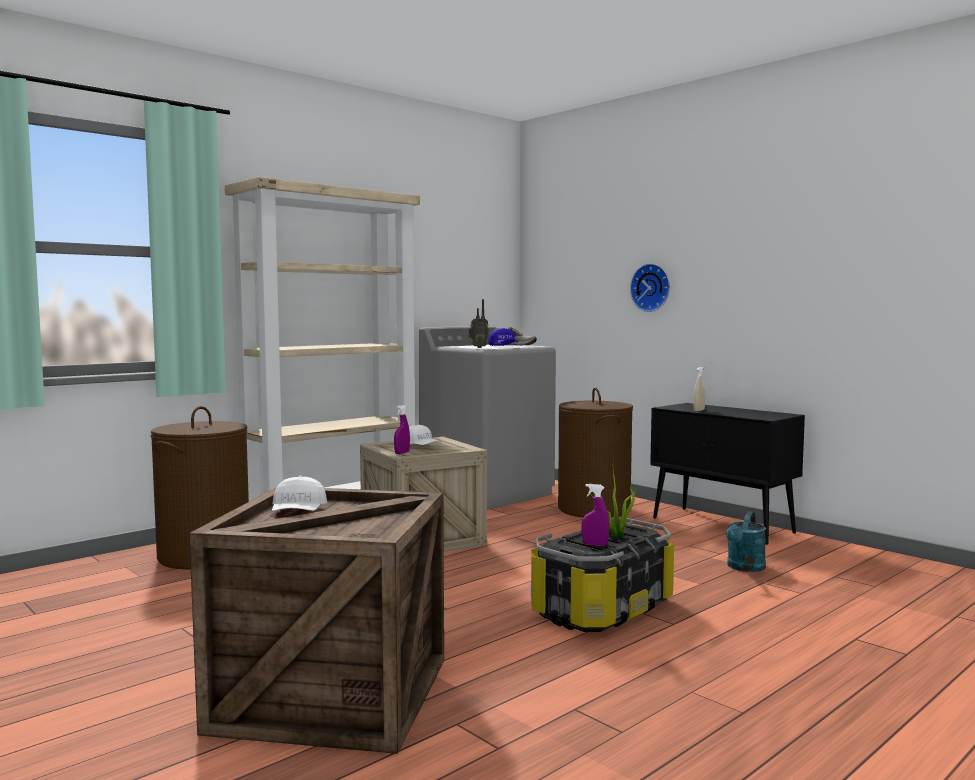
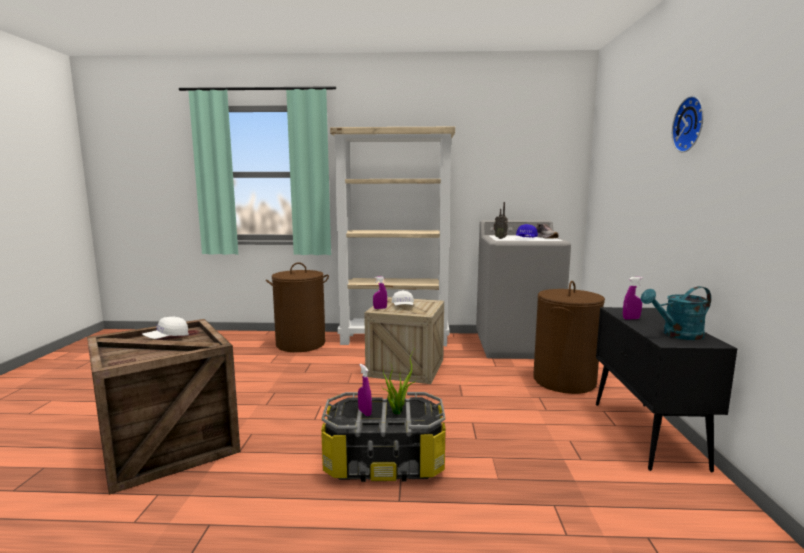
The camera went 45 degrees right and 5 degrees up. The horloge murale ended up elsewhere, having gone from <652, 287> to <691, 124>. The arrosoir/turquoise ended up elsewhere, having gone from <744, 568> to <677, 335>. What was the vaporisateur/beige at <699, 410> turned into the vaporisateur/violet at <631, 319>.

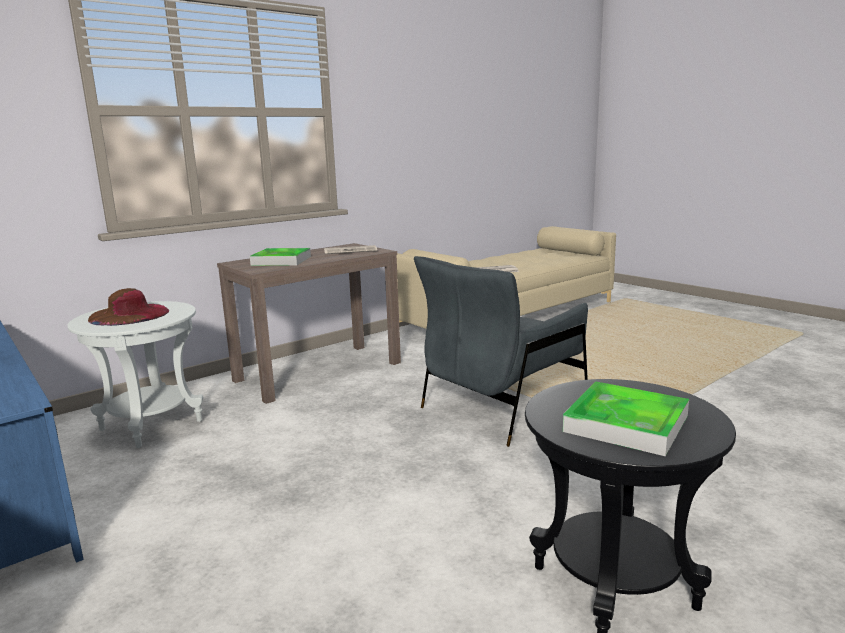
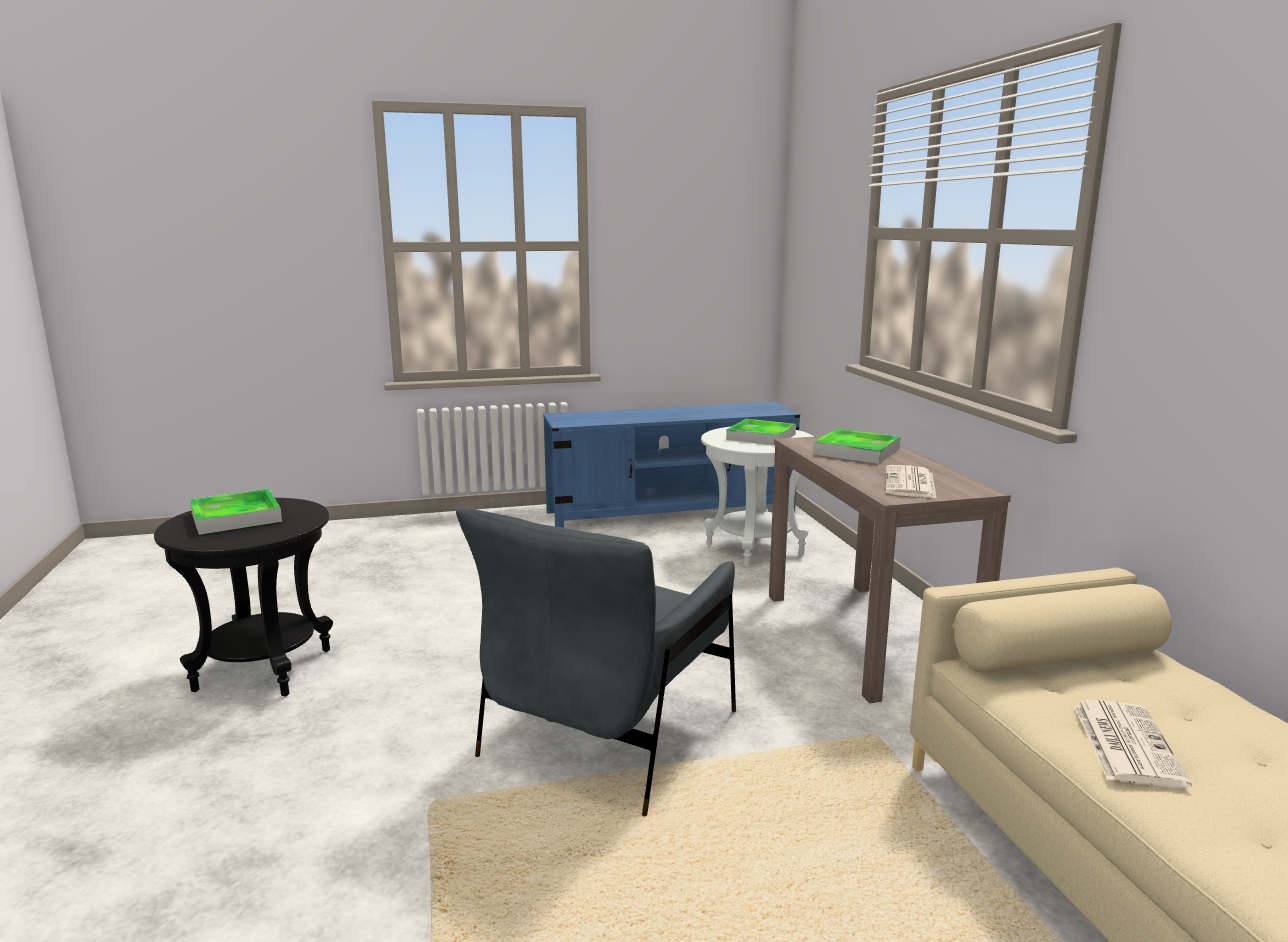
The camera went 115 degrees right and 0 degrees up. Where the chapeau/marron stood at <129, 315>, the plateau came to stand at <761, 436>. The fauteuil/gris at <502, 407> ended up facing another way, 135 degrees counterclockwise from before.

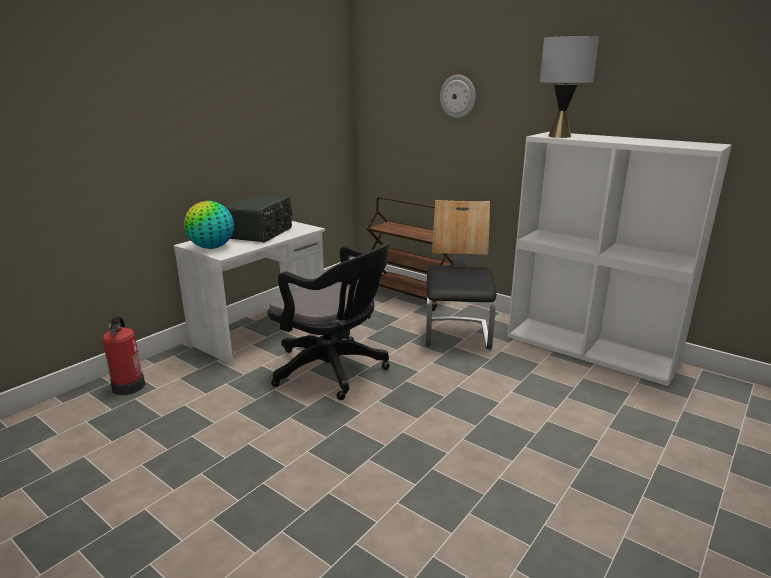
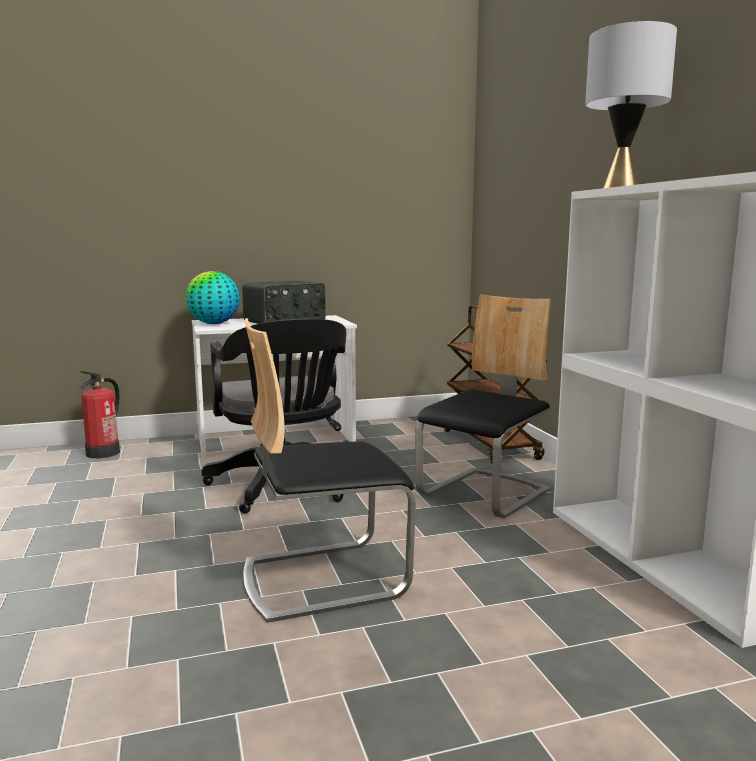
The camera went 35 degrees right and 10 degrees down. The second view lost the horloge murale at <458, 96>. The second view gained the chaise at <323, 577>.

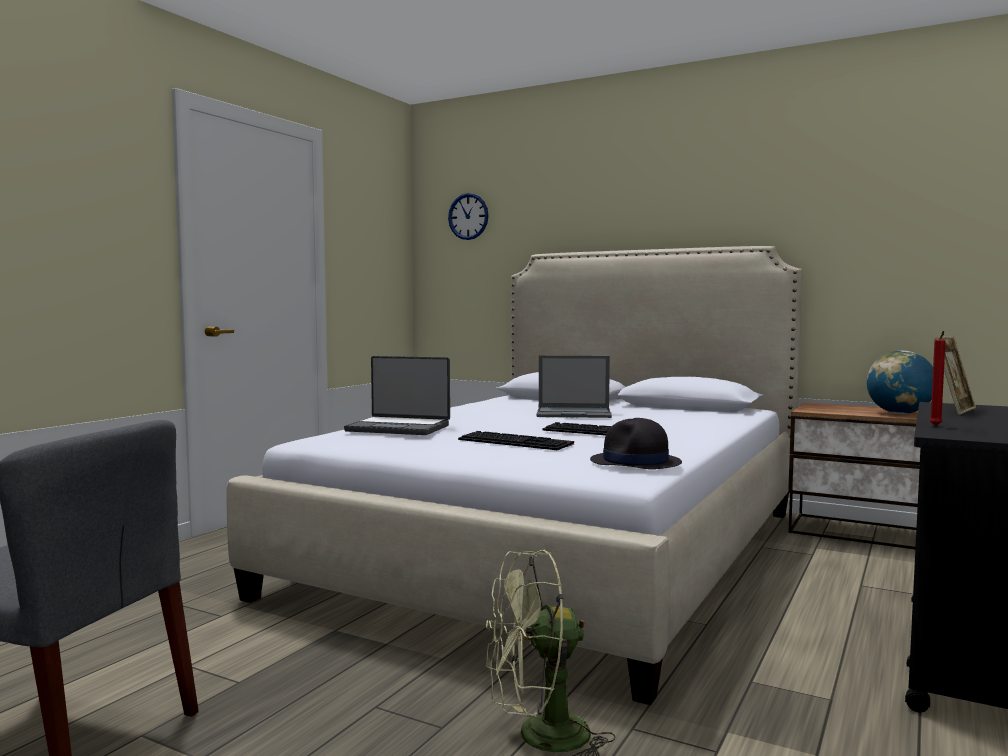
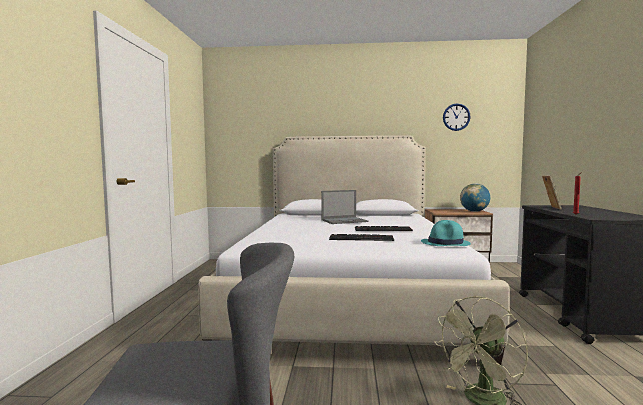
The camera went 25 degrees left and 0 degrees up. The second view lost the ordinateur portable at <399, 428>. The horloge murale ended up elsewhere, having gone from <468, 216> to <456, 117>. What was the chapeau/noir at <635, 463> turned into the chapeau/turquoise at <445, 243>.

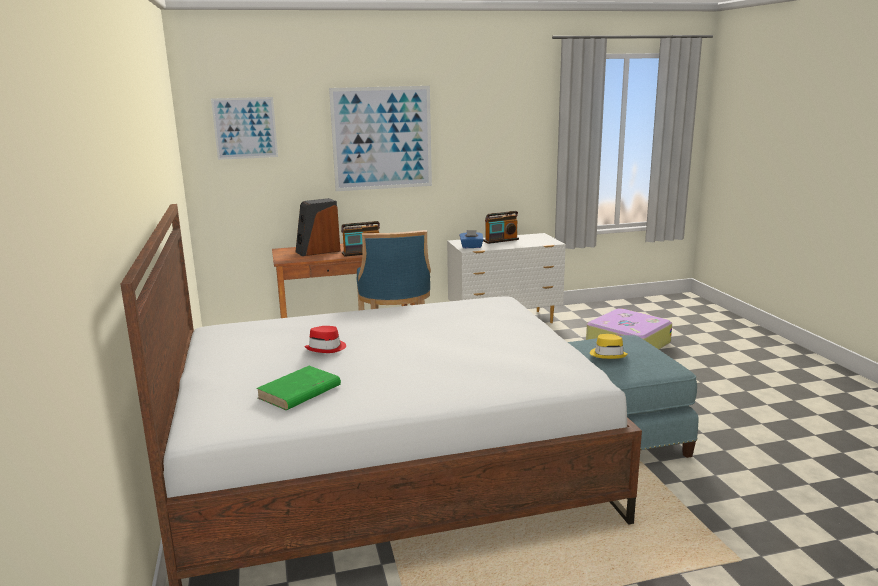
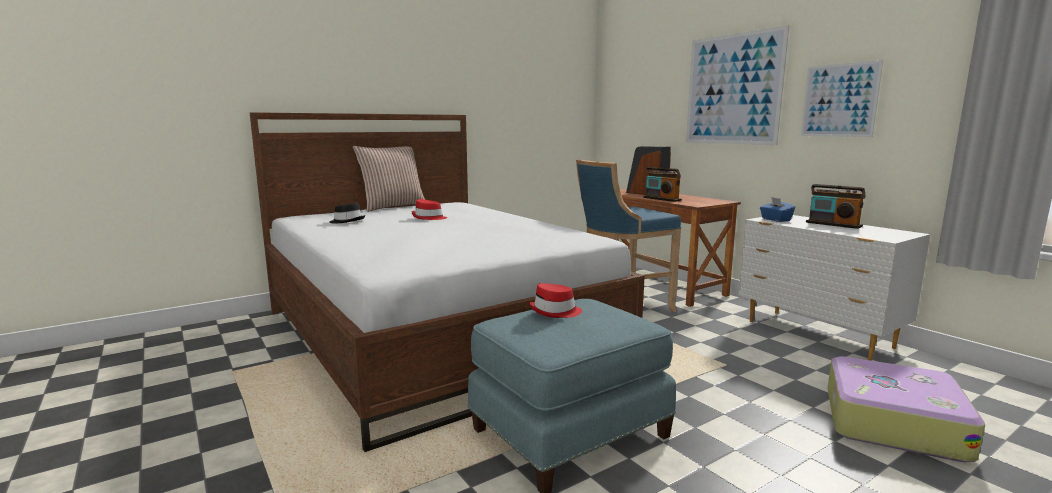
The camera went 70 degrees right and 5 degrees down. The second view gained the coussin at <392, 207>. The tableau ended up elsewhere, having gone from <245, 128> to <839, 100>. Where the livre/vert stood at <299, 392>, the chapeau/noir came to stand at <347, 221>. What was the chapeau/jaune at <608, 354> turned into the chapeau/rouge at <555, 311>.

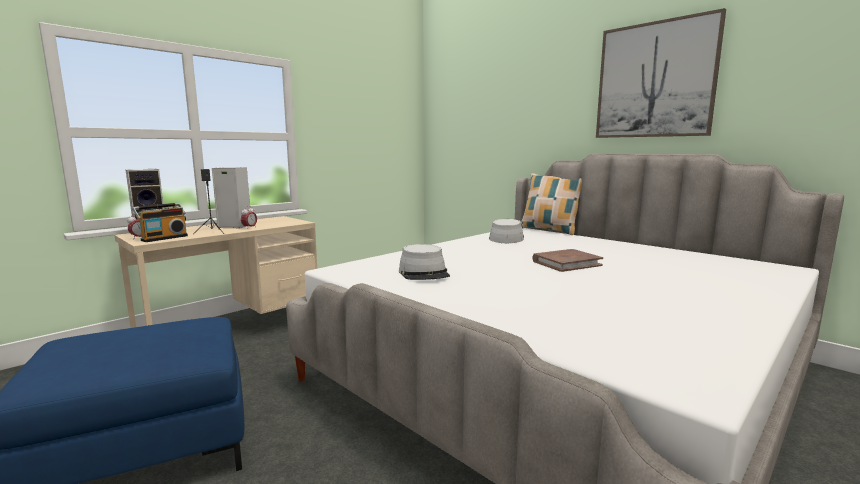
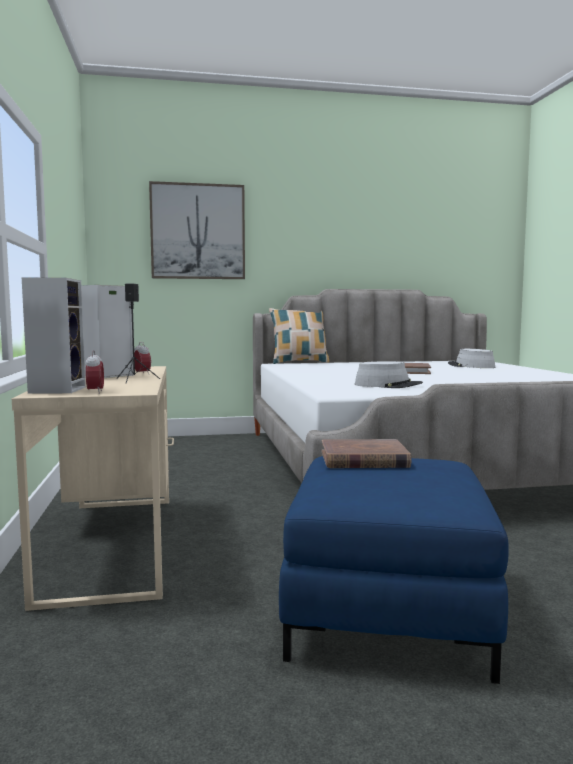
The camera went 55 degrees left and 5 degrees down. The second view lost the radio at <164, 238>. The second view gained the livre/marron at <364, 459>. The chapeau/gris ended up elsewhere, having gone from <506, 238> to <471, 366>. The tableau ended up elsewhere, having gone from <655, 80> to <198, 231>.

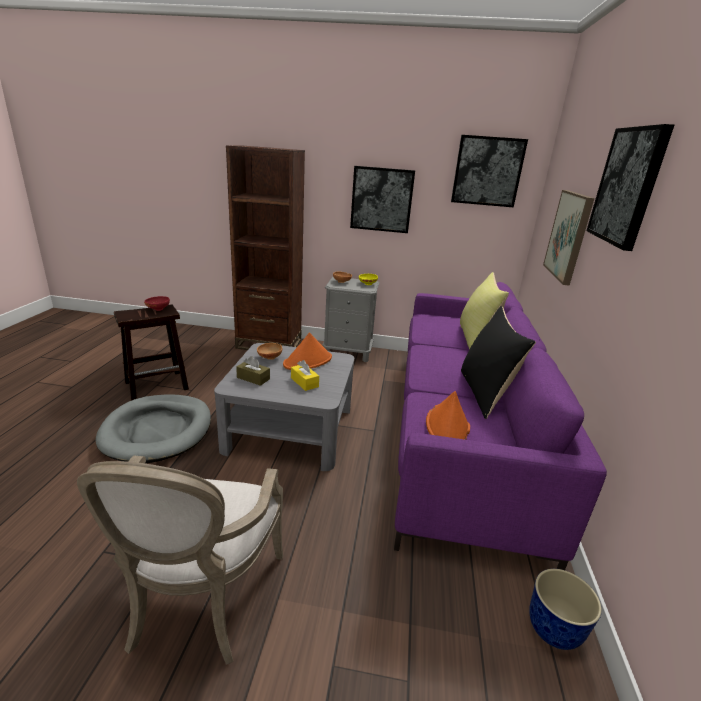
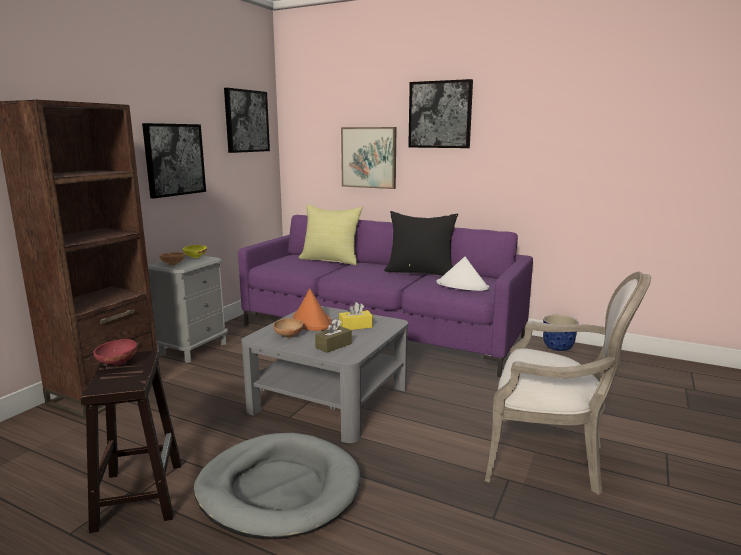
The camera went 70 degrees left and 10 degrees down. What was the chapeau/orange at <447, 426> turned into the chapeau/blanc at <462, 286>.

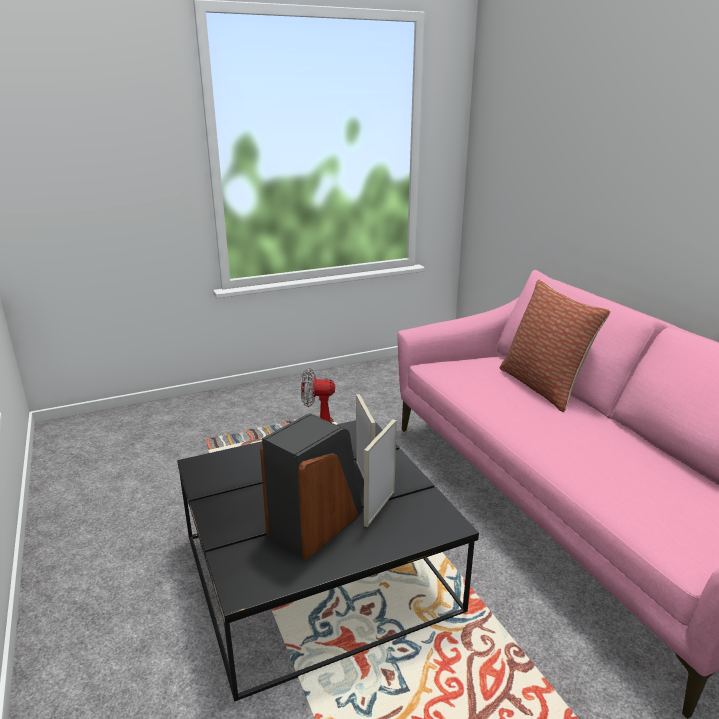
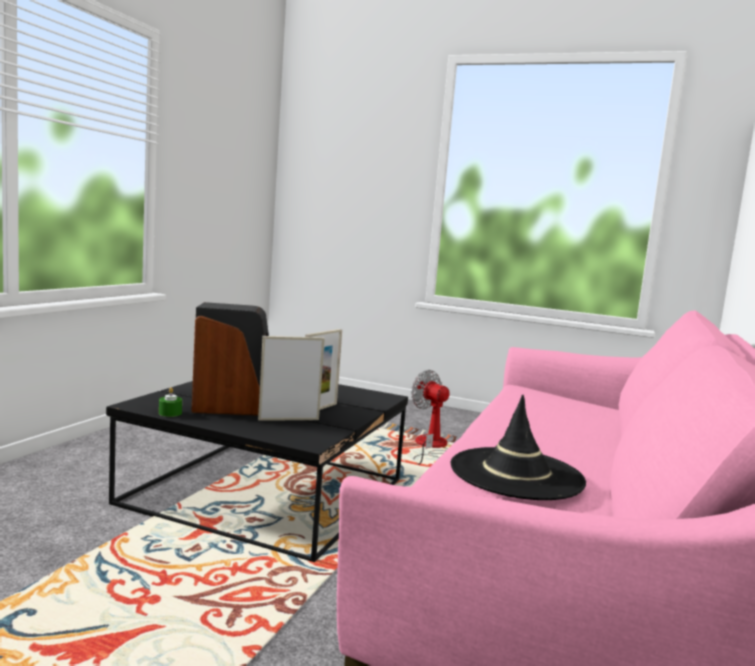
The camera went 45 degrees right and 15 degrees down. The second view lost the coussin at <543, 386>. The second view gained the bougie/vert at <170, 413>. The second view gained the chapeau/noir at <516, 474>.

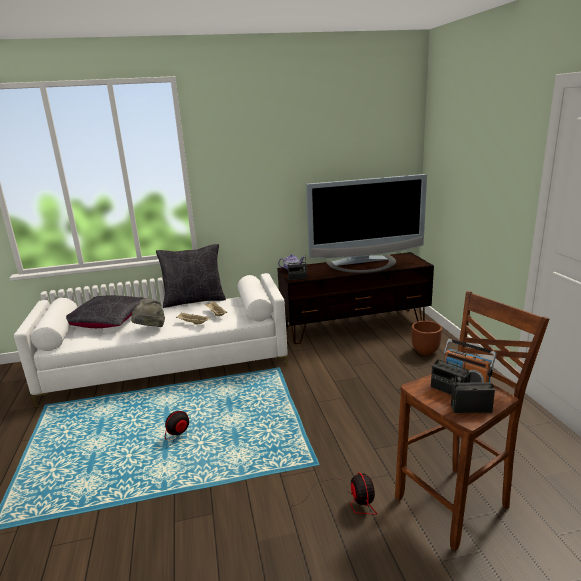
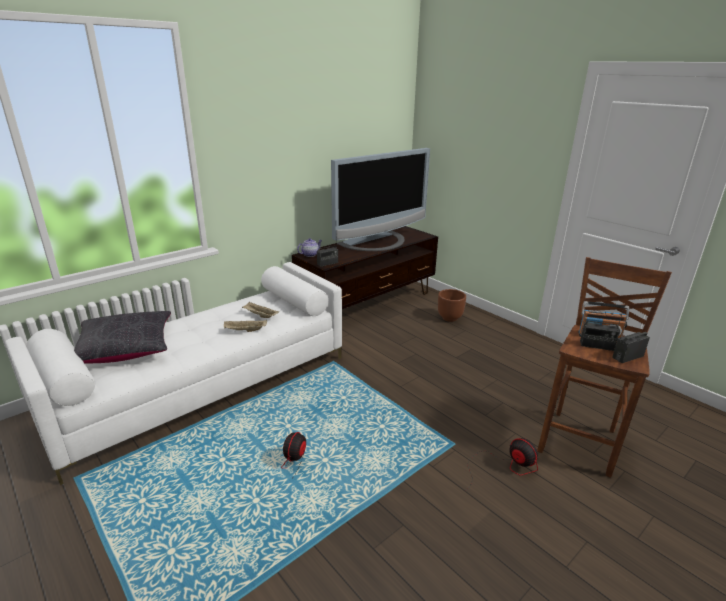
The camera went 30 degrees left and 5 degrees up. The second view lost the chapeau/gris at <150, 329>. The second view lost the coussin/noir at <194, 300>.

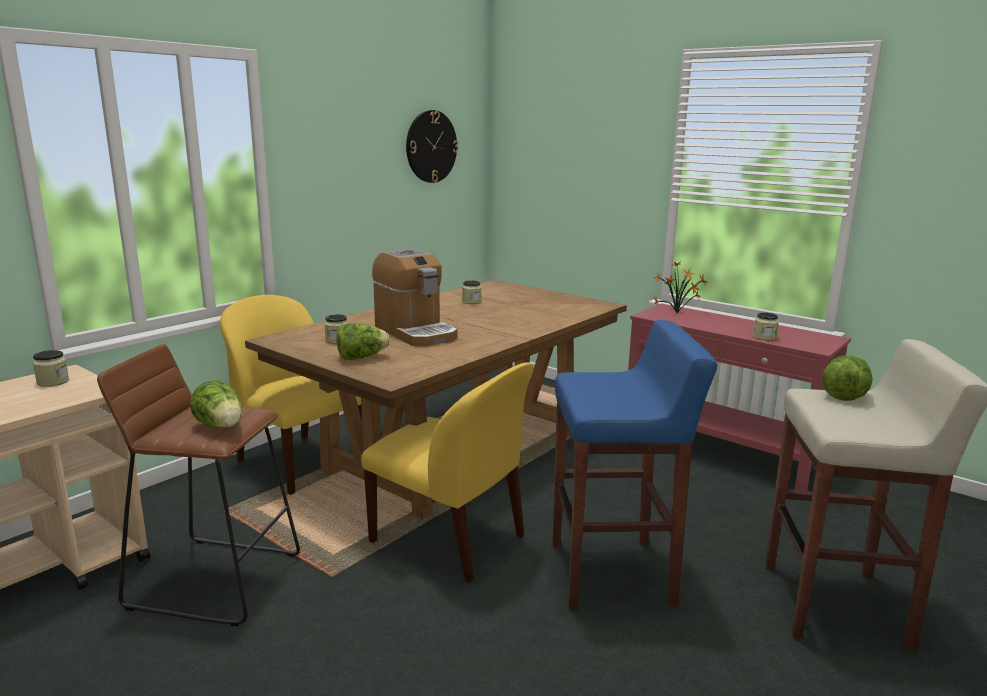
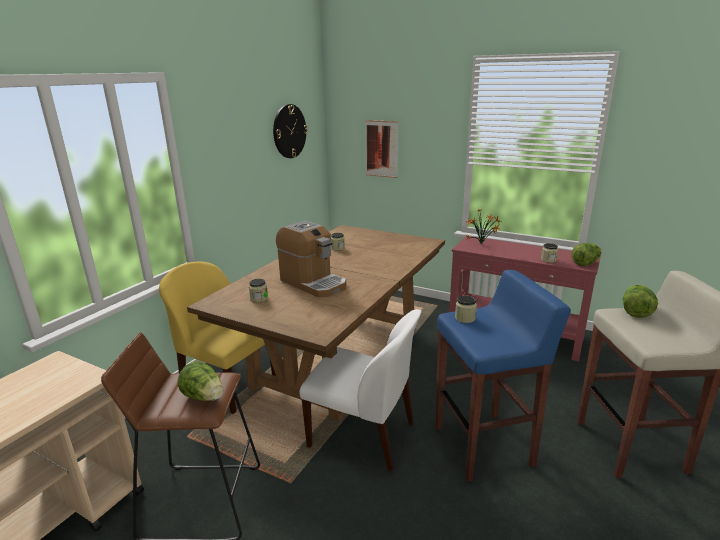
The camera went 10 degrees left and 5 degrees up. The second view gained the tableau at <381, 149>. The bocal ended up elsewhere, having gone from <53, 382> to <465, 318>. The laitue ended up elsewhere, having gone from <361, 358> to <585, 263>. What was the chaise/jaune at <450, 540> turned into the chaise/blanc at <364, 435>.

